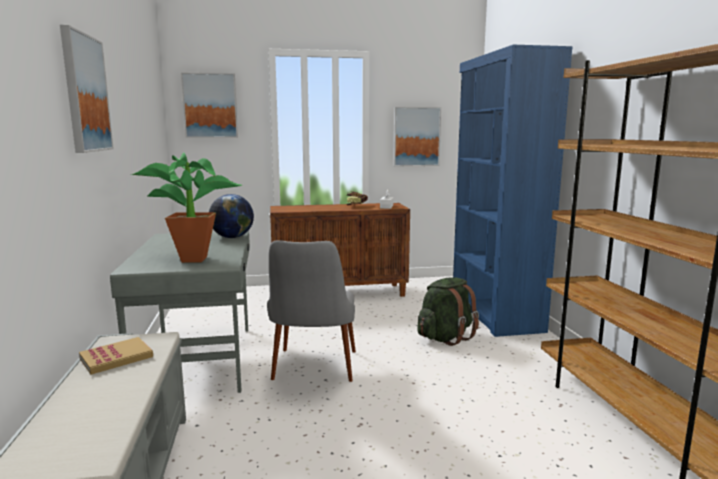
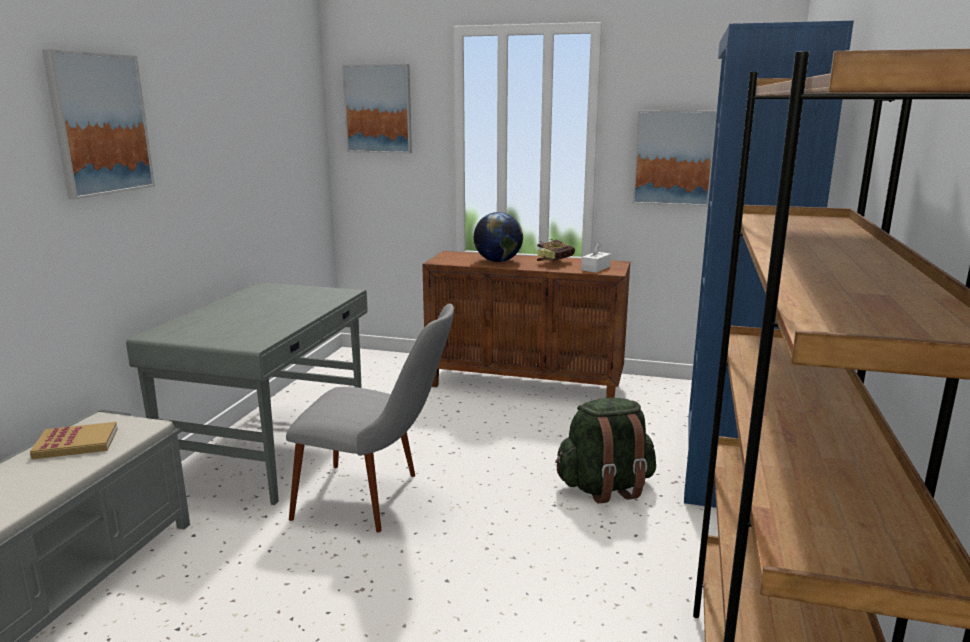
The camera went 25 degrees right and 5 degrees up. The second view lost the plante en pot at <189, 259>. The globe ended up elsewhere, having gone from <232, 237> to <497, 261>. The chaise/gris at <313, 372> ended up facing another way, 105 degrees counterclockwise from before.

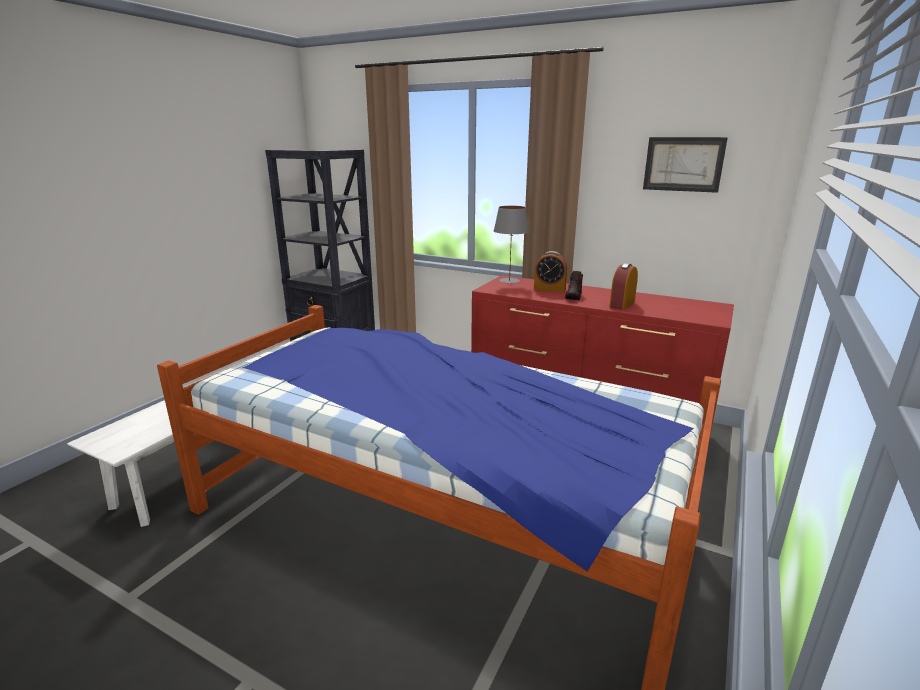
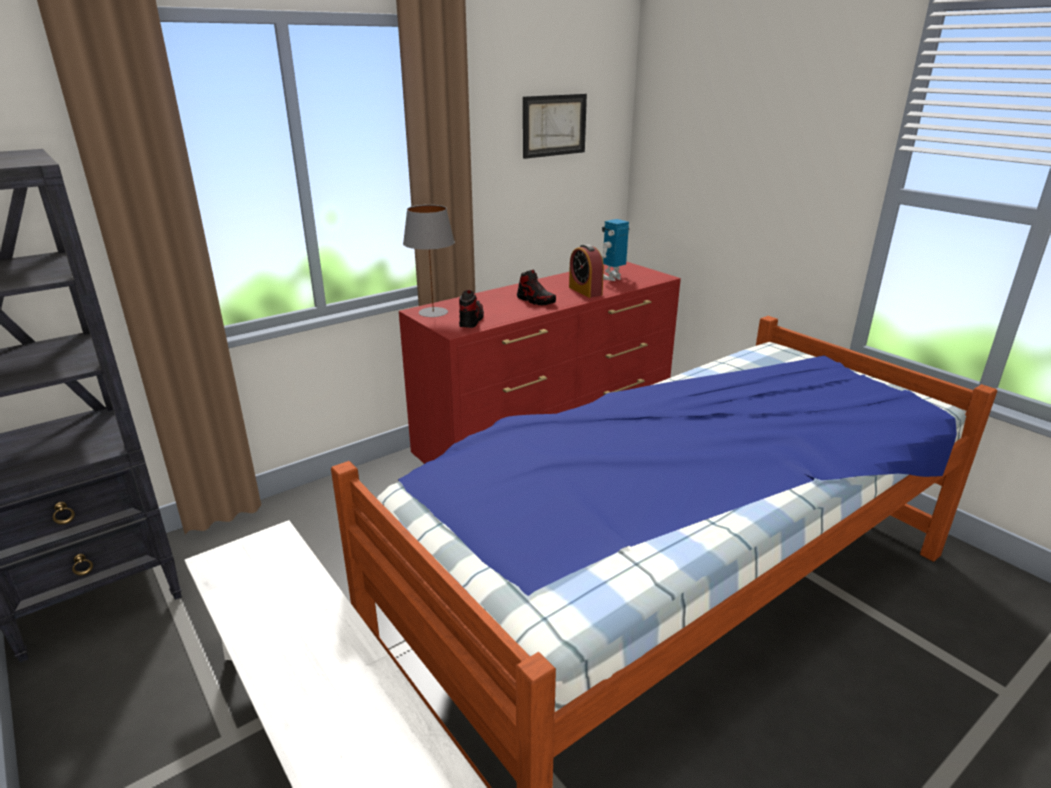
The camera went 65 degrees left and 5 degrees up. The second view lost the réveil at <549, 289>. The second view gained the chaussure at <471, 320>. The second view gained the robot jouet at <611, 278>.

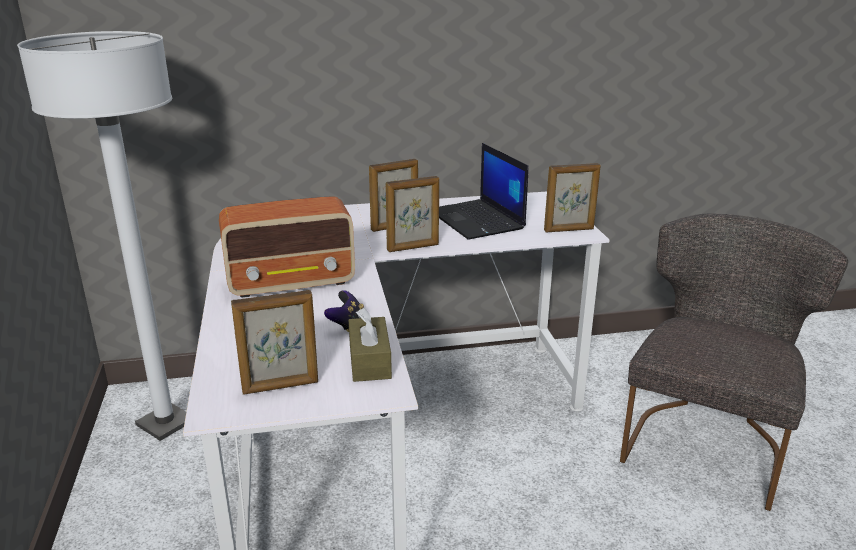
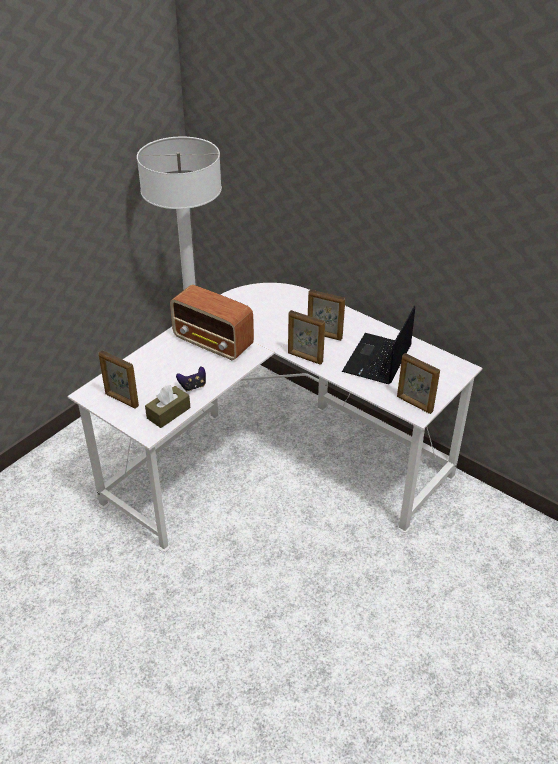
The camera went 50 degrees right and 15 degrees up. The second view lost the chaise/gris at <706, 442>.

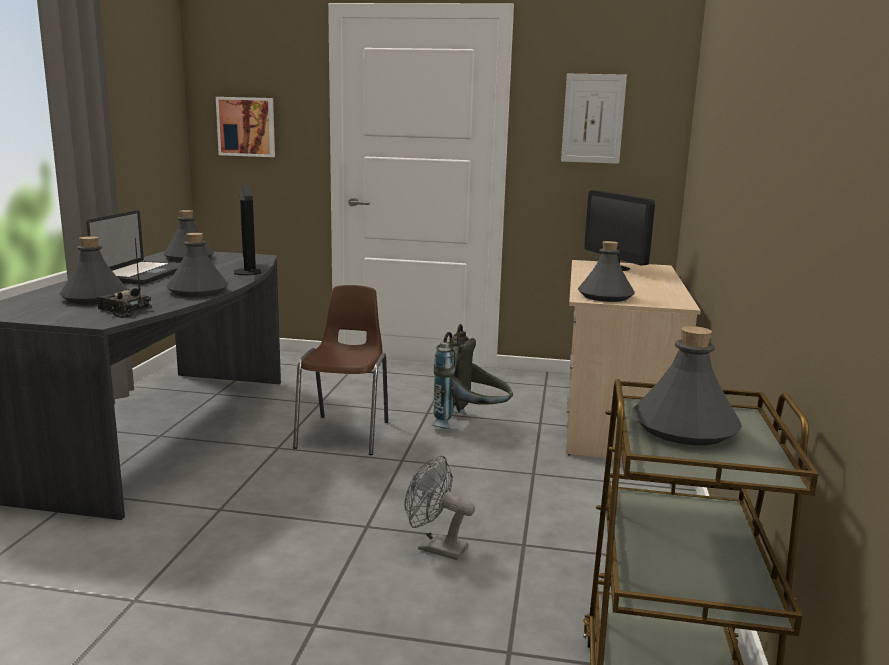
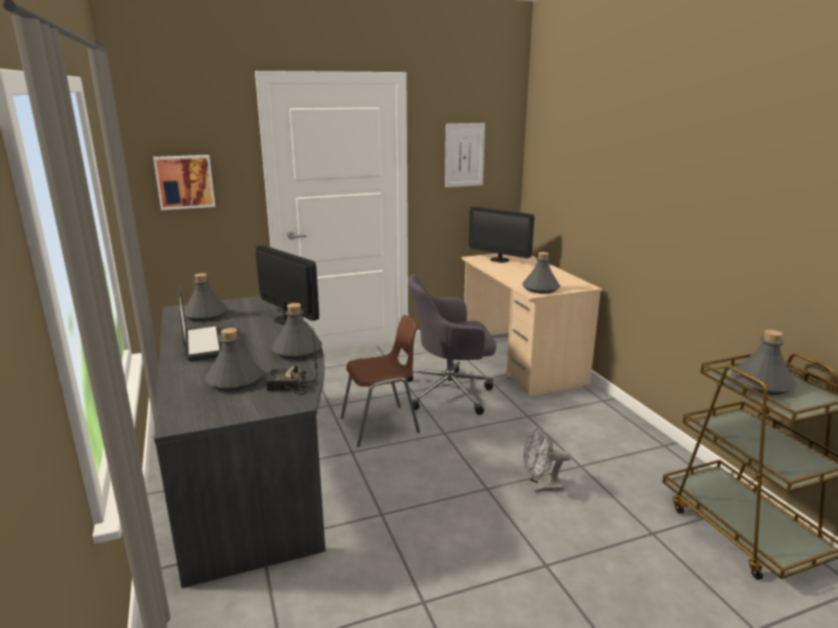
The camera went 30 degrees left and 5 degrees up. Where the sac à dos/gris stood at <472, 425>, the chaise de bureau/gris came to stand at <451, 392>. The chaise/marron at <345, 434> ended up facing another way, 90 degrees clockwise from before.

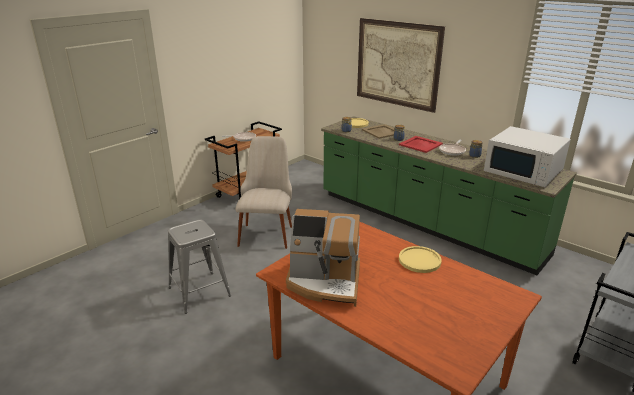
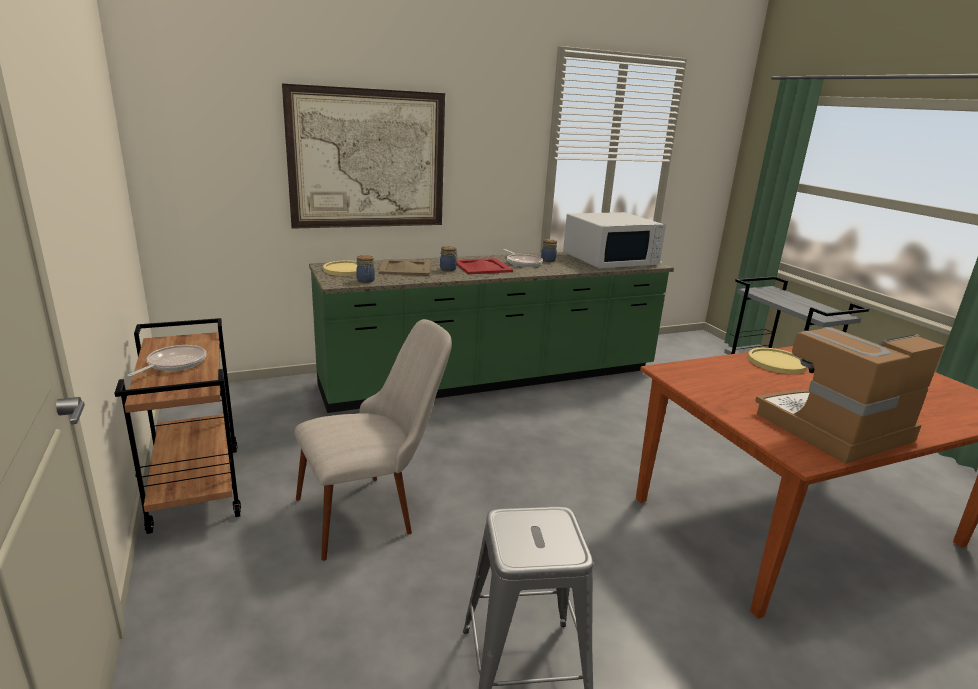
The camera went 65 degrees left and 5 degrees down. The chaise/beige at <267, 230> ended up facing another way, 120 degrees clockwise from before. The machine à café at <325, 282> ended up facing another way, 150 degrees counterclockwise from before.

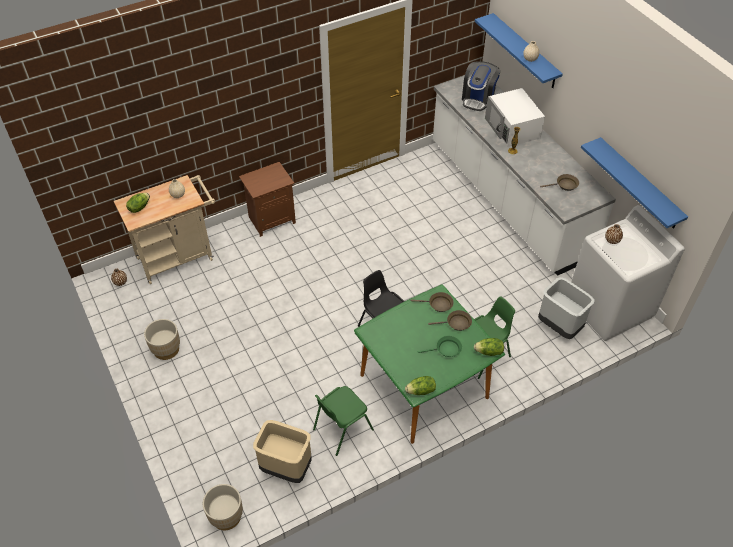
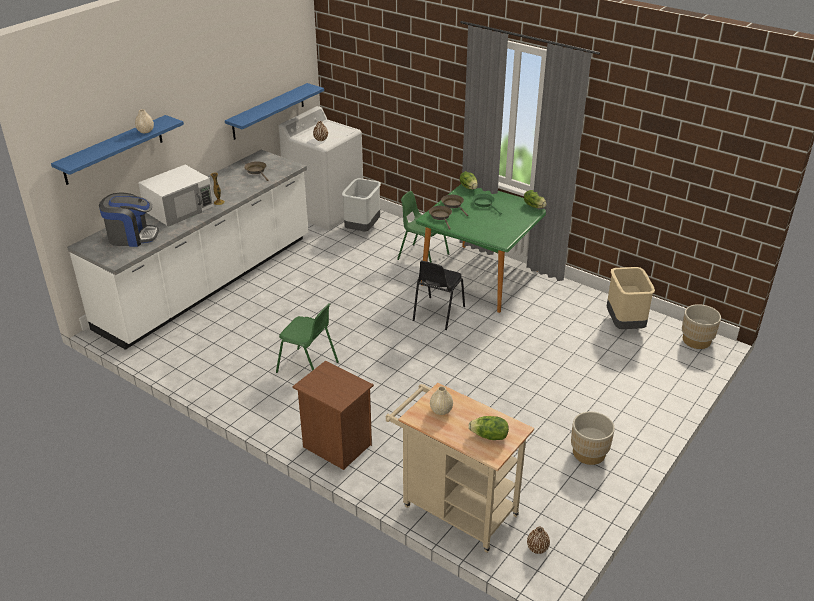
The camera went 115 degrees left and 15 degrees down. The chaise/vert ended up elsewhere, having gone from <342, 429> to <308, 367>.

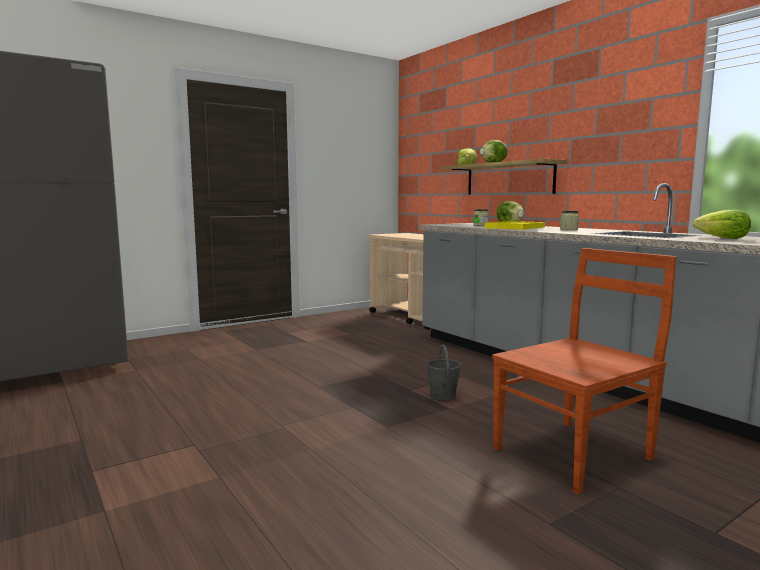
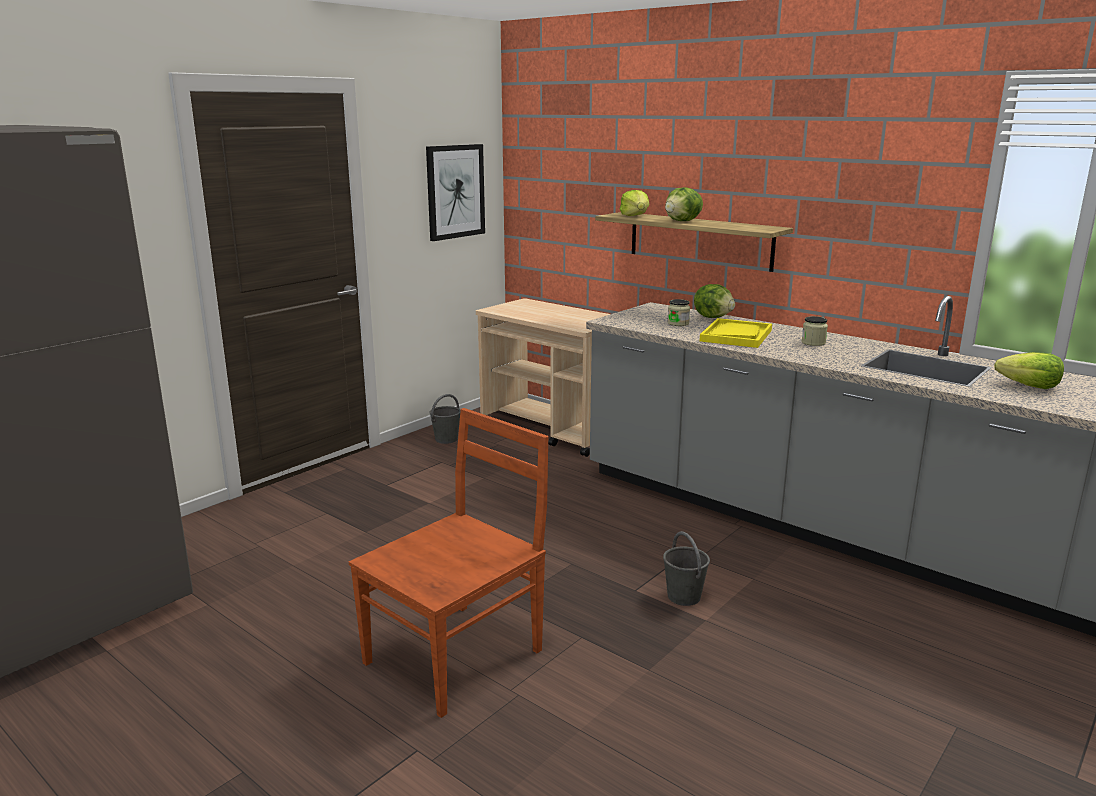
The camera went 15 degrees left and 10 degrees up. The second view gained the tableau at <455, 191>. The second view gained the seau/gris at <446, 439>. The chaise/marron ended up elsewhere, having gone from <575, 453> to <457, 654>.

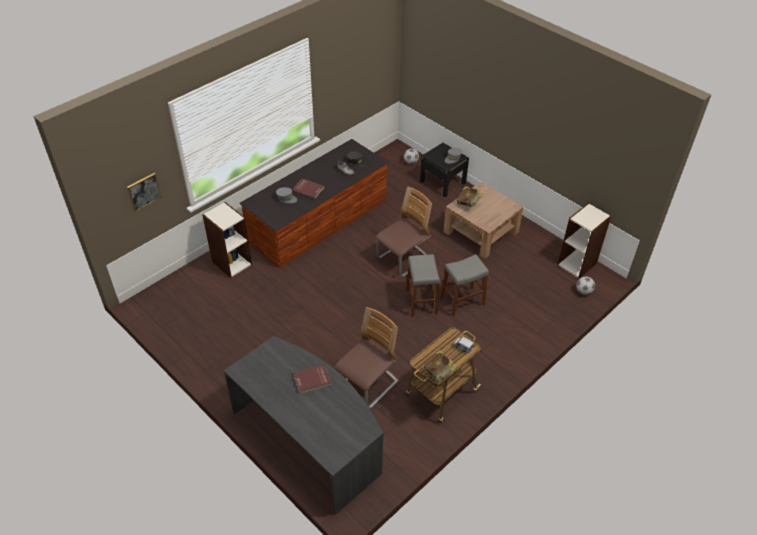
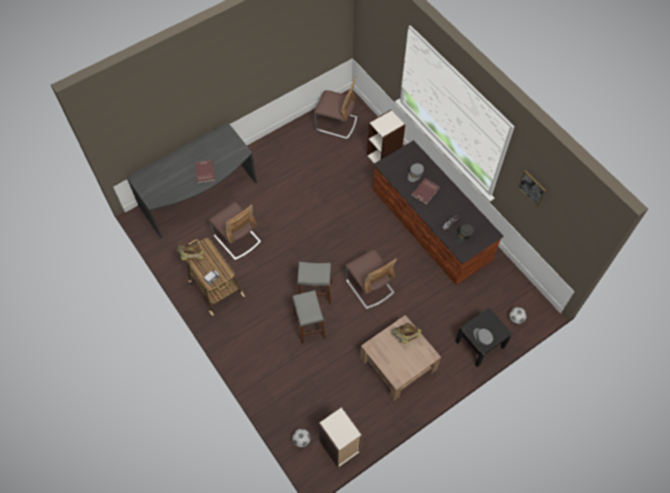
The camera went 100 degrees right and 15 degrees up. The second view gained the chaise at <336, 123>. The tableau ended up elsewhere, having gone from <144, 191> to <532, 188>.

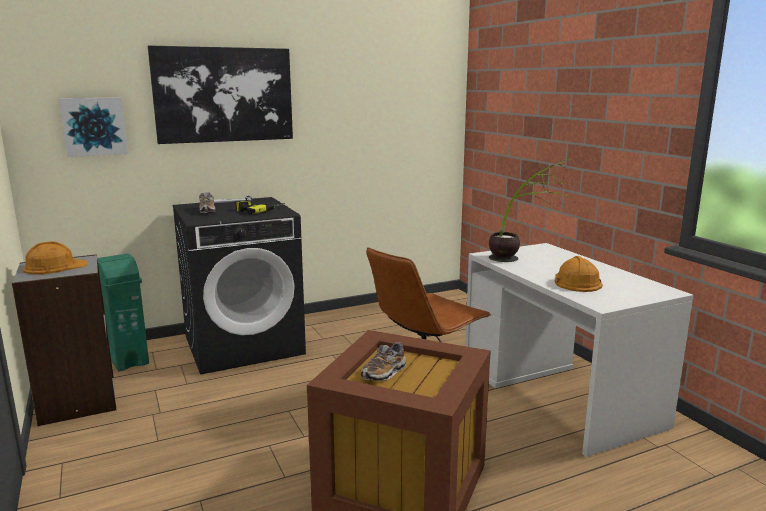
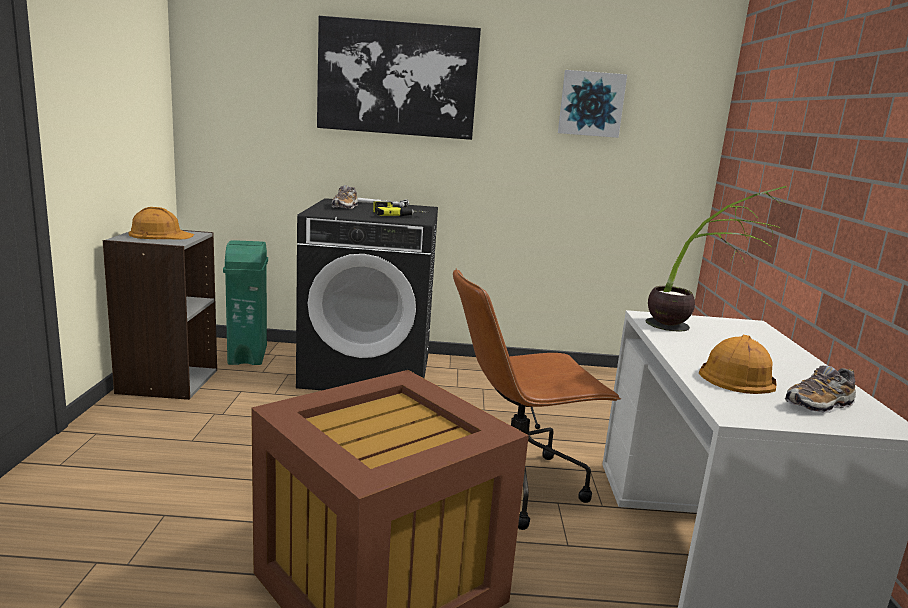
The camera went 25 degrees right and 0 degrees up. The tableau ended up elsewhere, having gone from <94, 126> to <591, 104>. The chaussure ended up elsewhere, having gone from <384, 373> to <819, 405>.

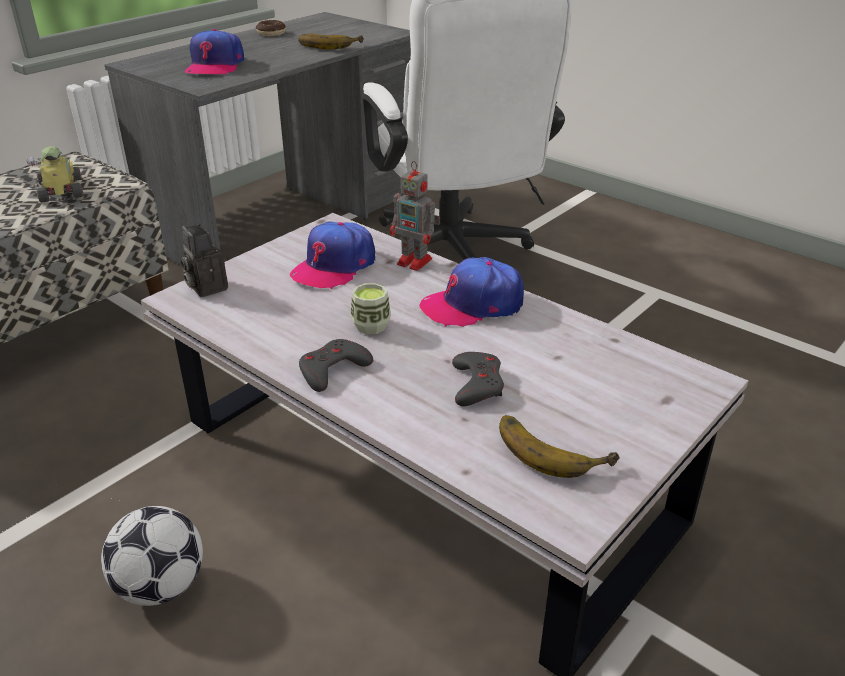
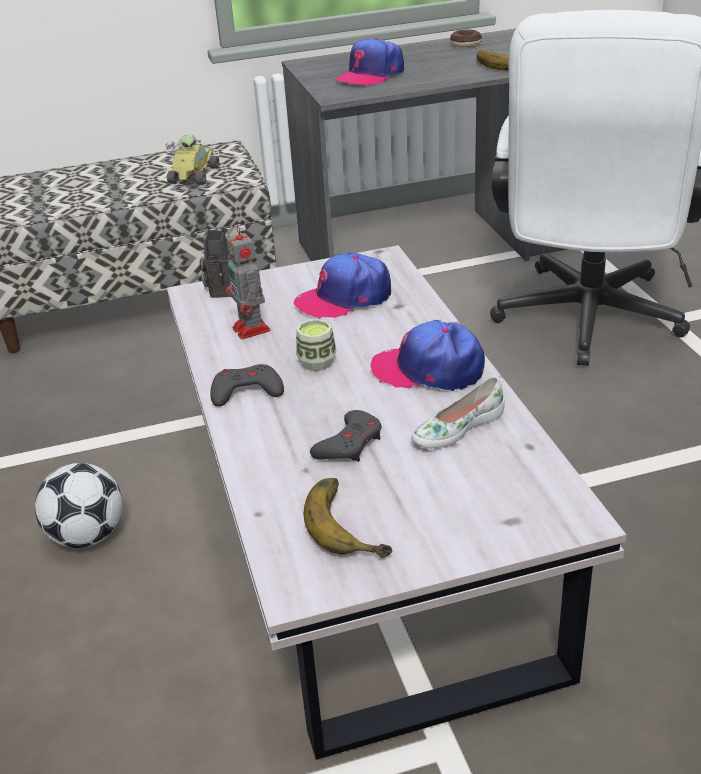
The camera went 35 degrees right and 0 degrees up. The second view gained the chaussure/blanc at <457, 427>. The robot jouet ended up elsewhere, having gone from <416, 262> to <252, 330>.

